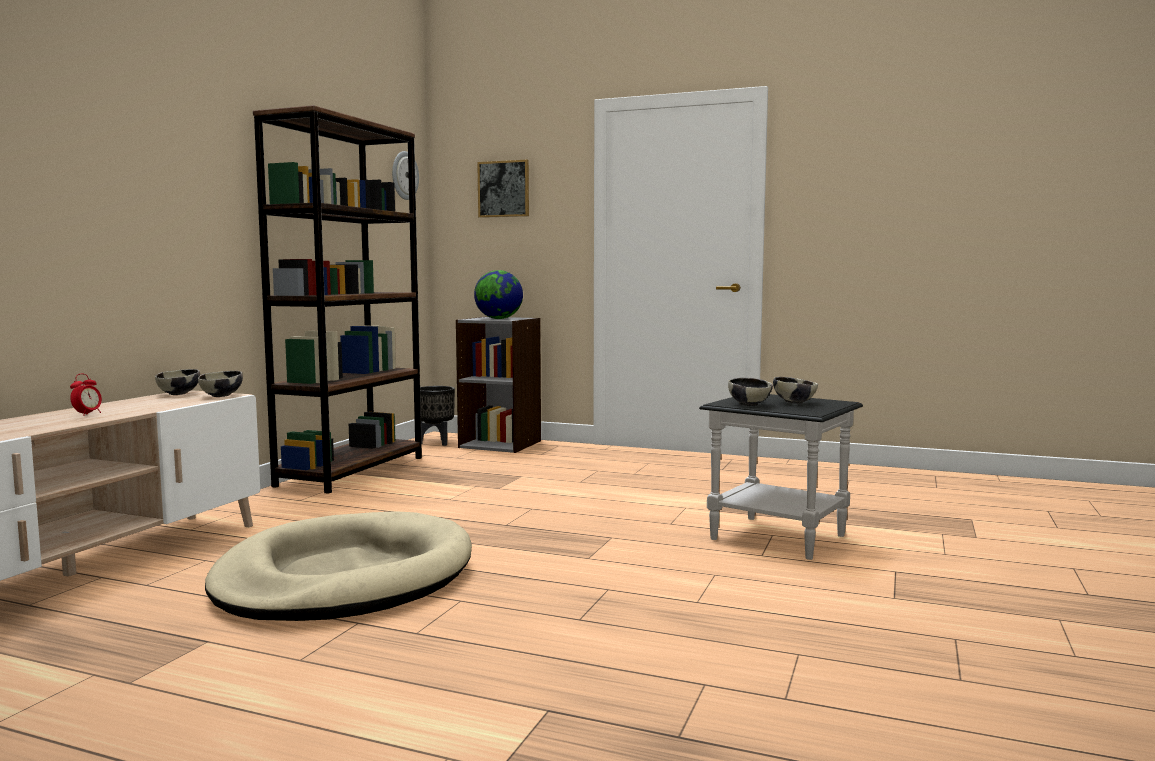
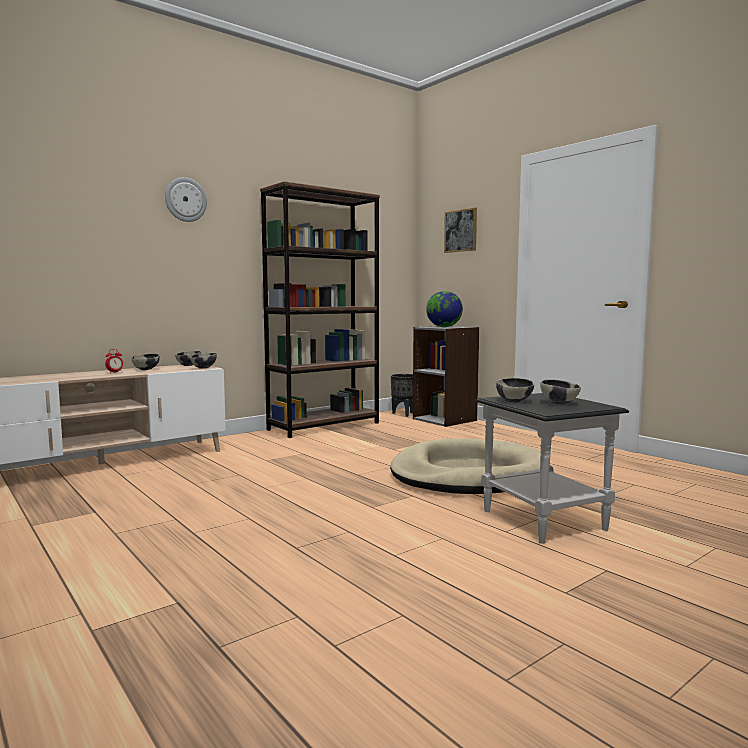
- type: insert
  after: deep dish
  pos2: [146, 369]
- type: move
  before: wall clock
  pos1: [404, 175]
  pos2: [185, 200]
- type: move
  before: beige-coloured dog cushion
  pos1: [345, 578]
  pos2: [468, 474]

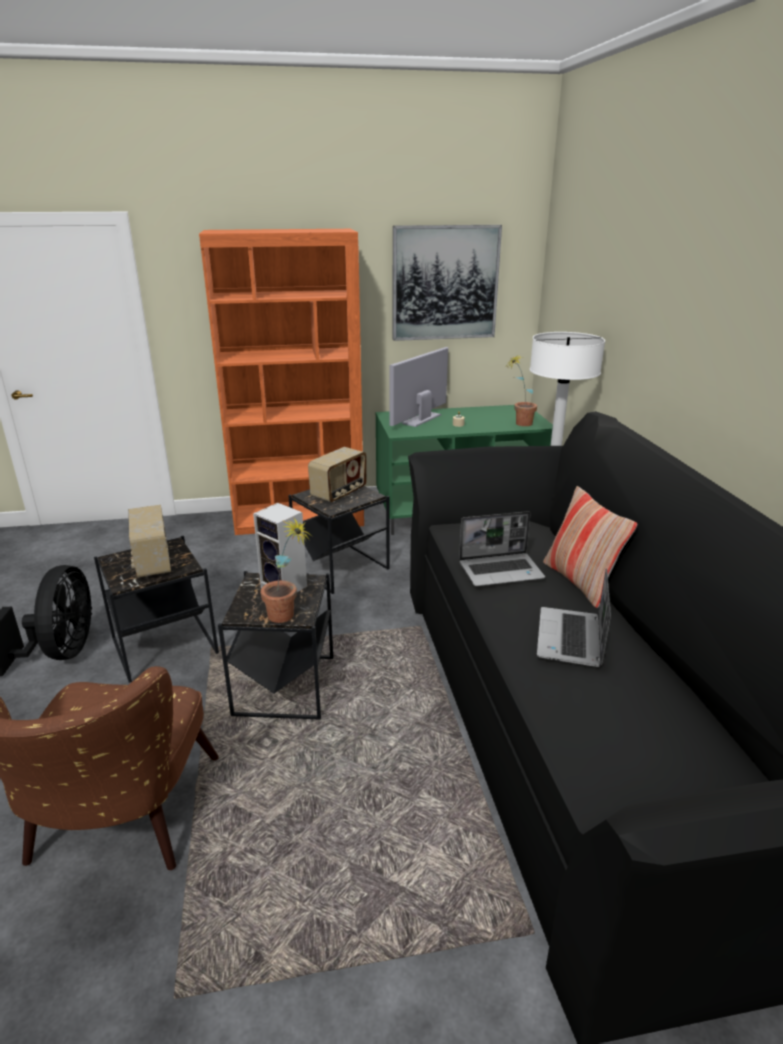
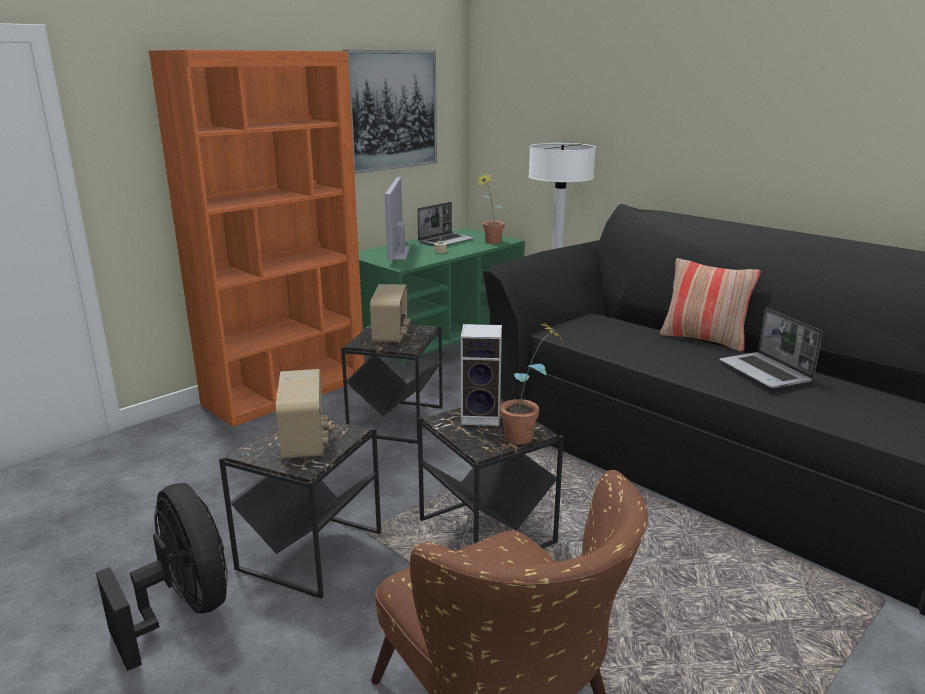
- type: rotate
  before: radio
  pos1: [152, 563]
  pos2: [305, 441]
  turn: -135
- type: move
  before: laptop
  pos1: [501, 571]
  pos2: [446, 241]

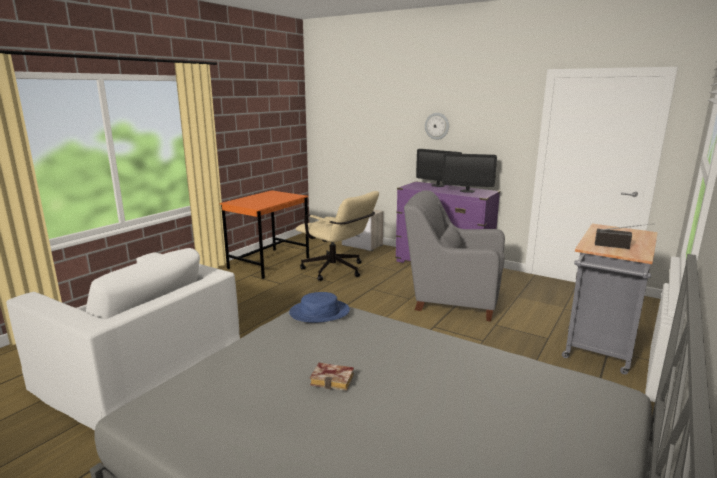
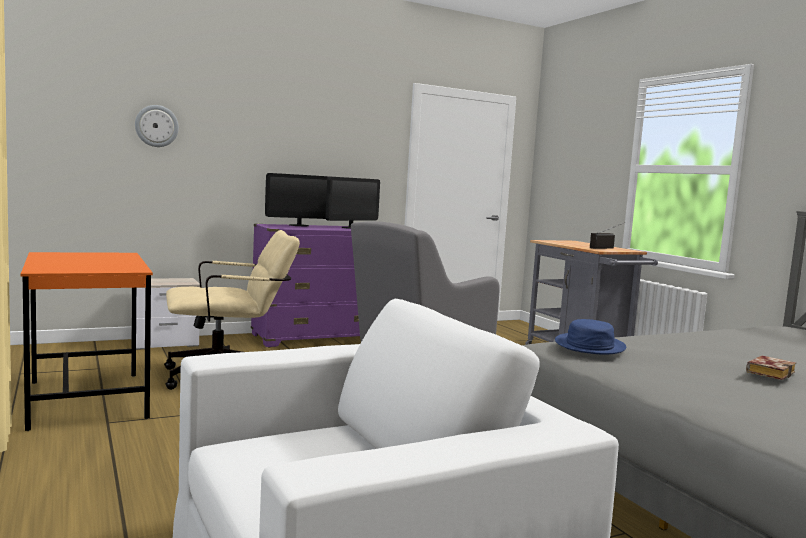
- type: move
  before: wall clock
  pos1: [437, 126]
  pos2: [156, 126]

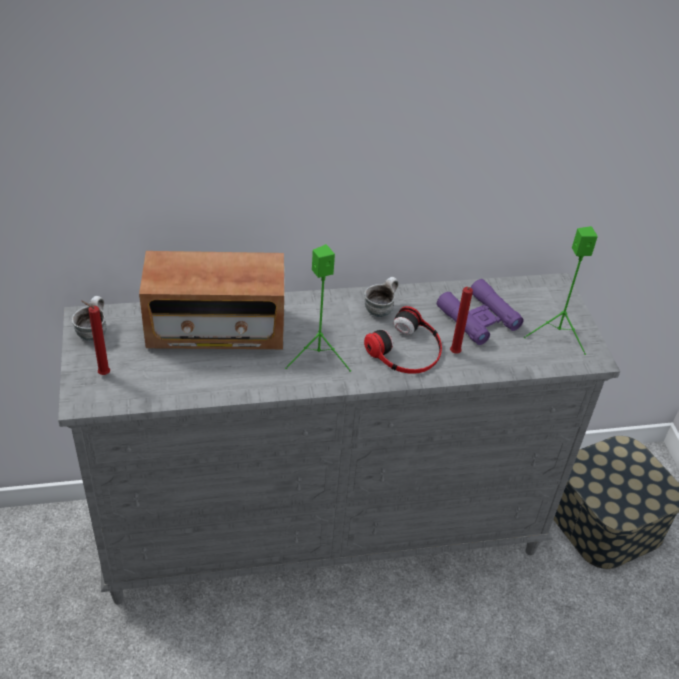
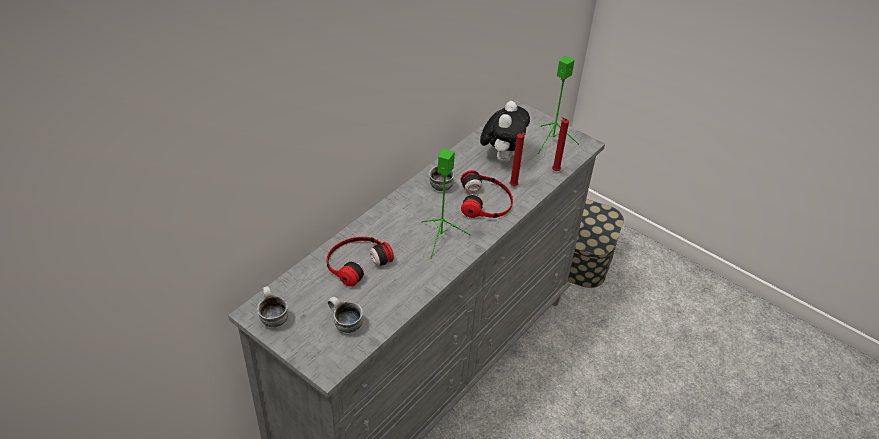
- type: replace
  before: radio
  after: pair of headphones
  pos1: [216, 329]
  pos2: [356, 262]
- type: insert
  after: mug
  pos2: [344, 324]
- type: replace
  before: purple field glasses
  after: plush toy
  pos1: [478, 318]
  pos2: [501, 157]
- type: move
  before: red candle
  pos1: [102, 374]
  pos2: [554, 171]

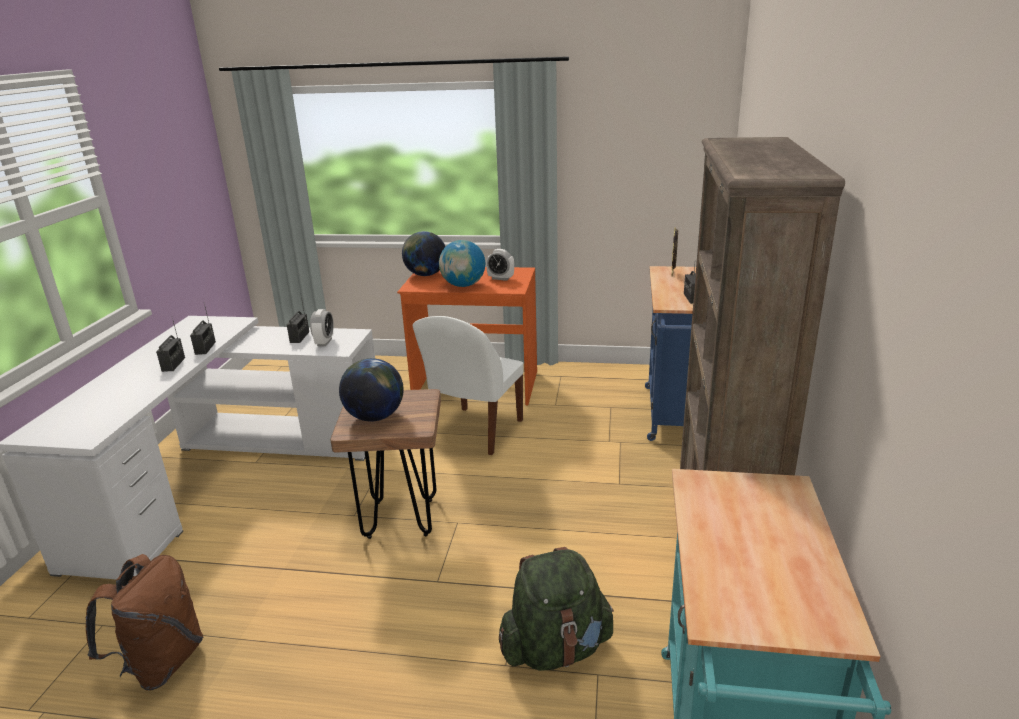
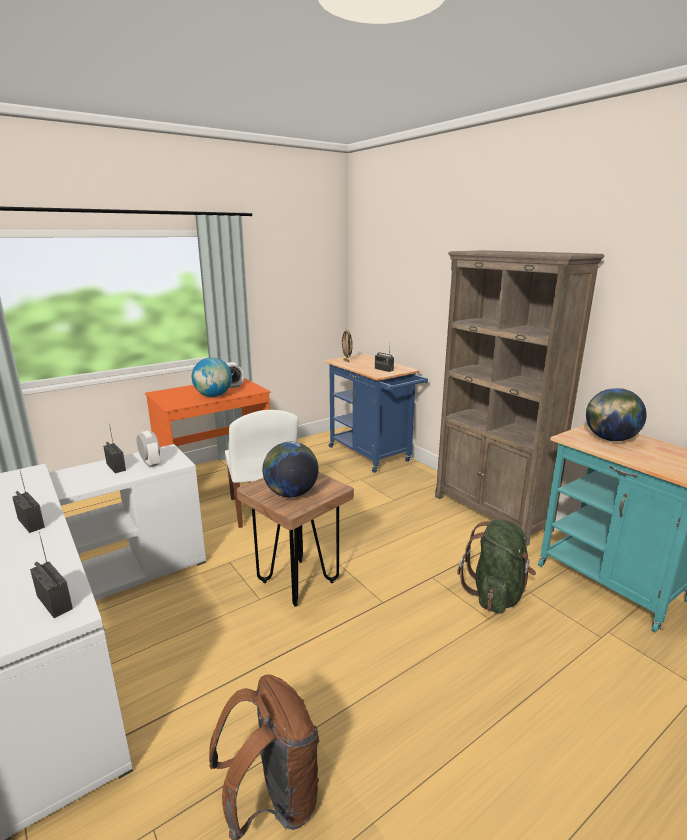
- type: move
  before: radio
  pos1: [205, 348]
  pos2: [55, 602]
- type: move
  before: world globe
  pos1: [425, 275]
  pos2: [610, 439]

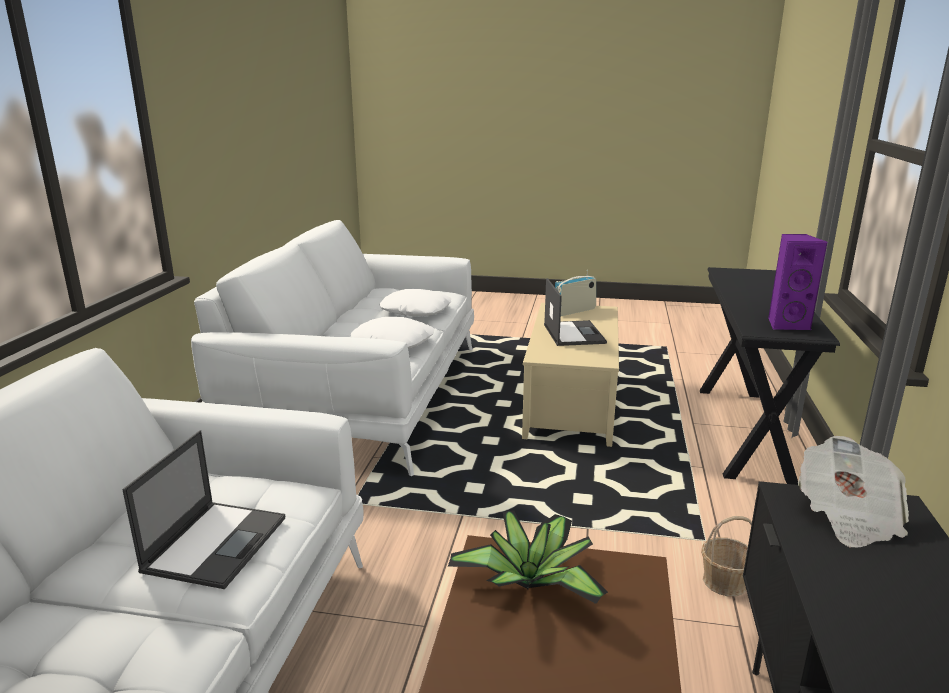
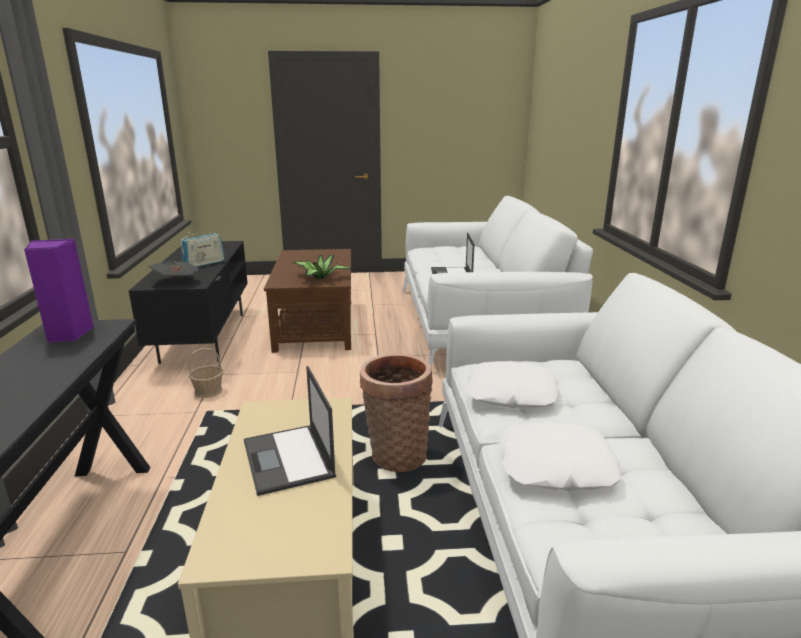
- type: move
  before: radio
  pos1: [574, 311]
  pos2: [204, 264]
- type: insert
  after: basket
  pos2: [395, 455]

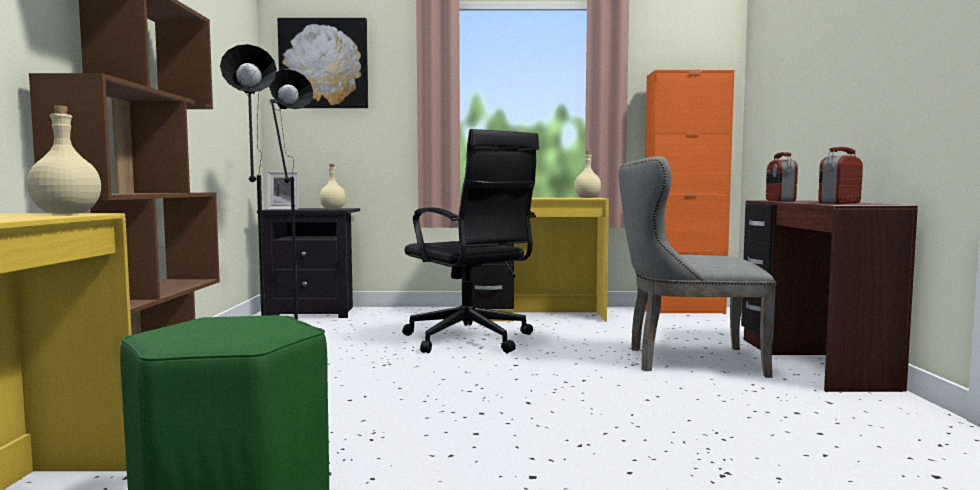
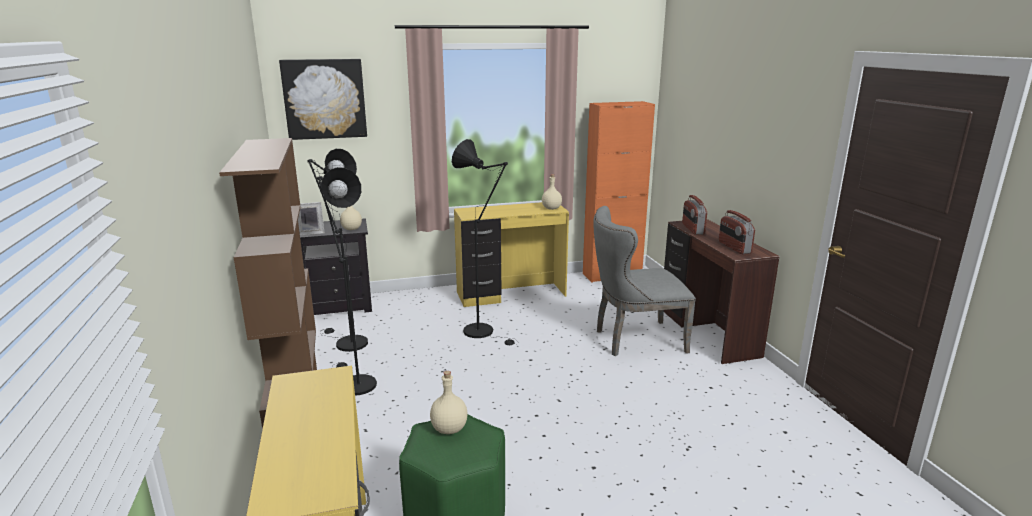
- type: move
  before: beige-coloured drink bottle
  pos1: [67, 213]
  pos2: [450, 429]
- type: replace
  before: black-coloured computer chair
  after: black-coloured standing lamp
  pos1: [470, 340]
  pos2: [483, 332]
- type: rotate
  before: radio
  pos1: [839, 203]
  pos2: [734, 247]
  turn: -45

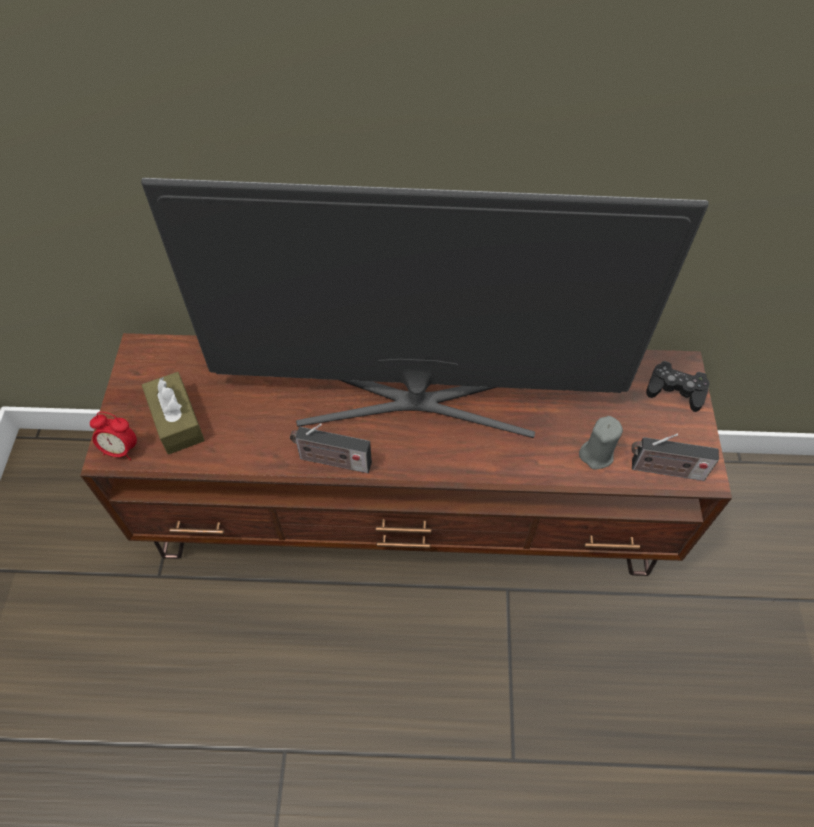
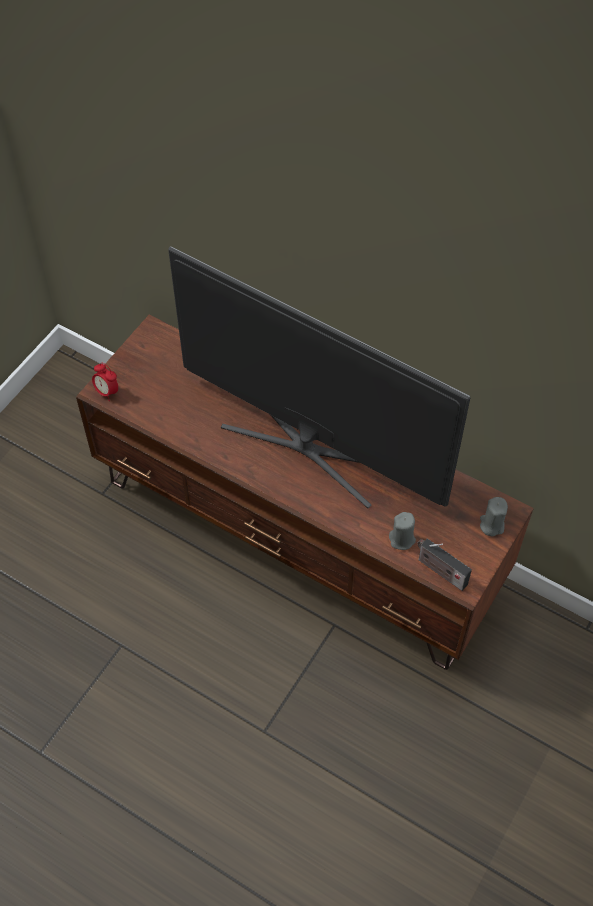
- type: replace
  before: black-coloured game controller
  after: grey candle
  pos1: [675, 390]
  pos2: [491, 525]
- type: delete
  before: brownish tissue box
  pos1: [177, 421]
- type: delete
  before: radio
  pos1: [331, 461]

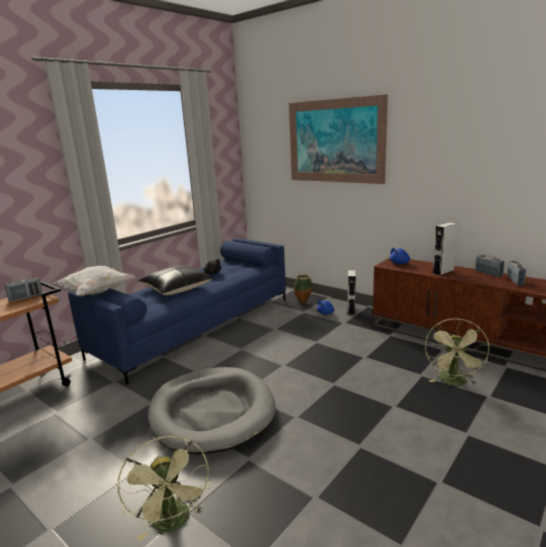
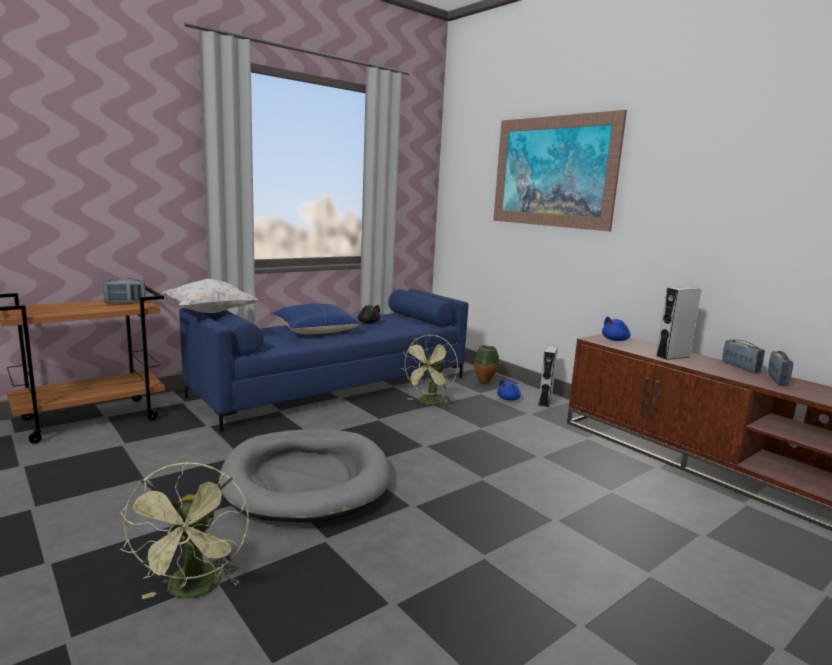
- type: recolor
  before: black-coloured throw pillow
  after: bluish throw pillow
  pos1: [176, 288]
  pos2: [315, 330]
- type: move
  before: green electric fan
  pos1: [454, 382]
  pos2: [430, 403]

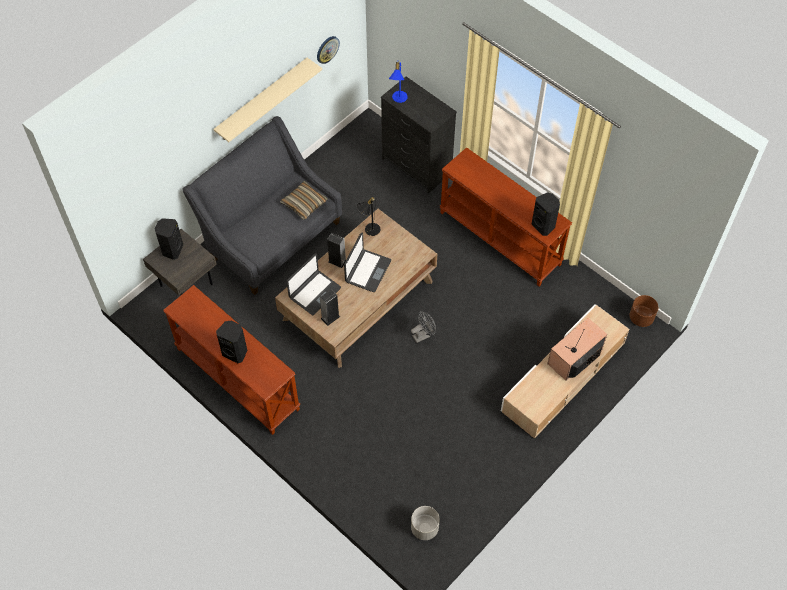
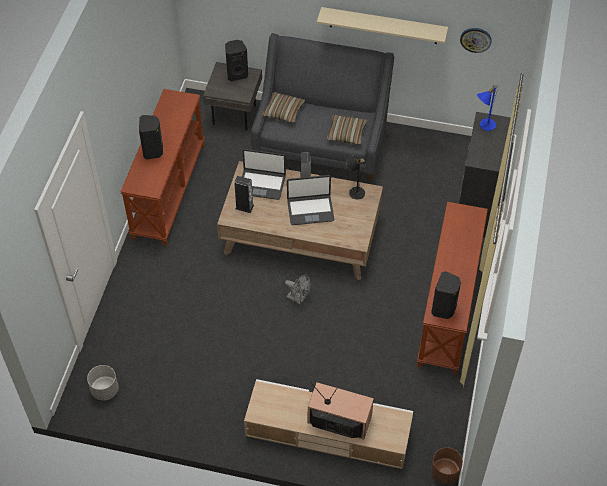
- type: insert
  after: throw pillow
  pos2: [283, 111]

